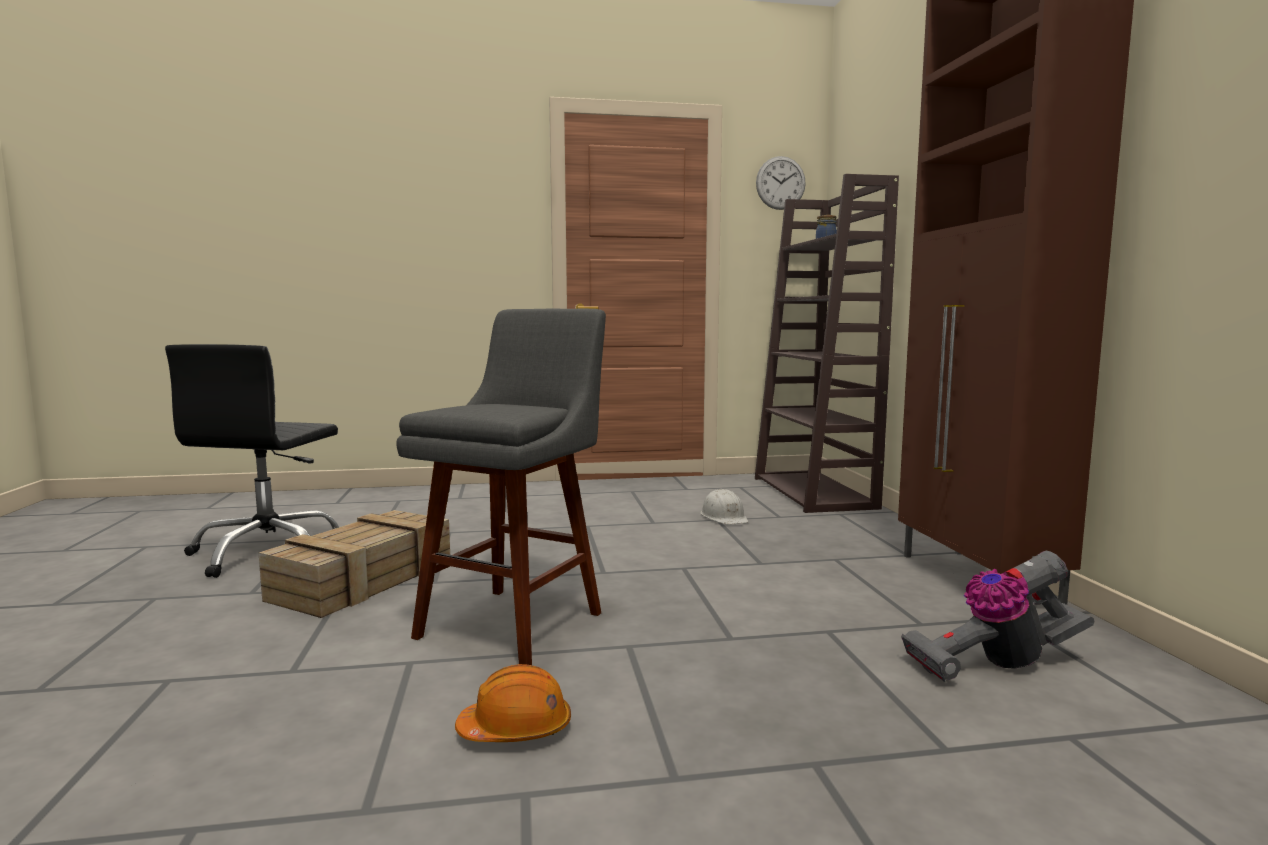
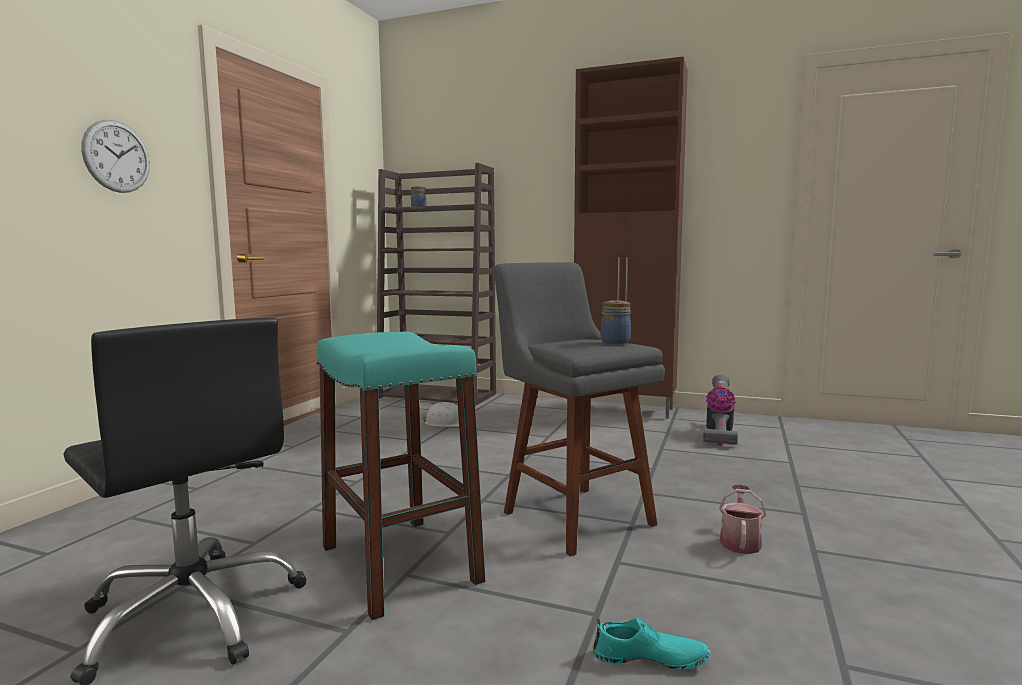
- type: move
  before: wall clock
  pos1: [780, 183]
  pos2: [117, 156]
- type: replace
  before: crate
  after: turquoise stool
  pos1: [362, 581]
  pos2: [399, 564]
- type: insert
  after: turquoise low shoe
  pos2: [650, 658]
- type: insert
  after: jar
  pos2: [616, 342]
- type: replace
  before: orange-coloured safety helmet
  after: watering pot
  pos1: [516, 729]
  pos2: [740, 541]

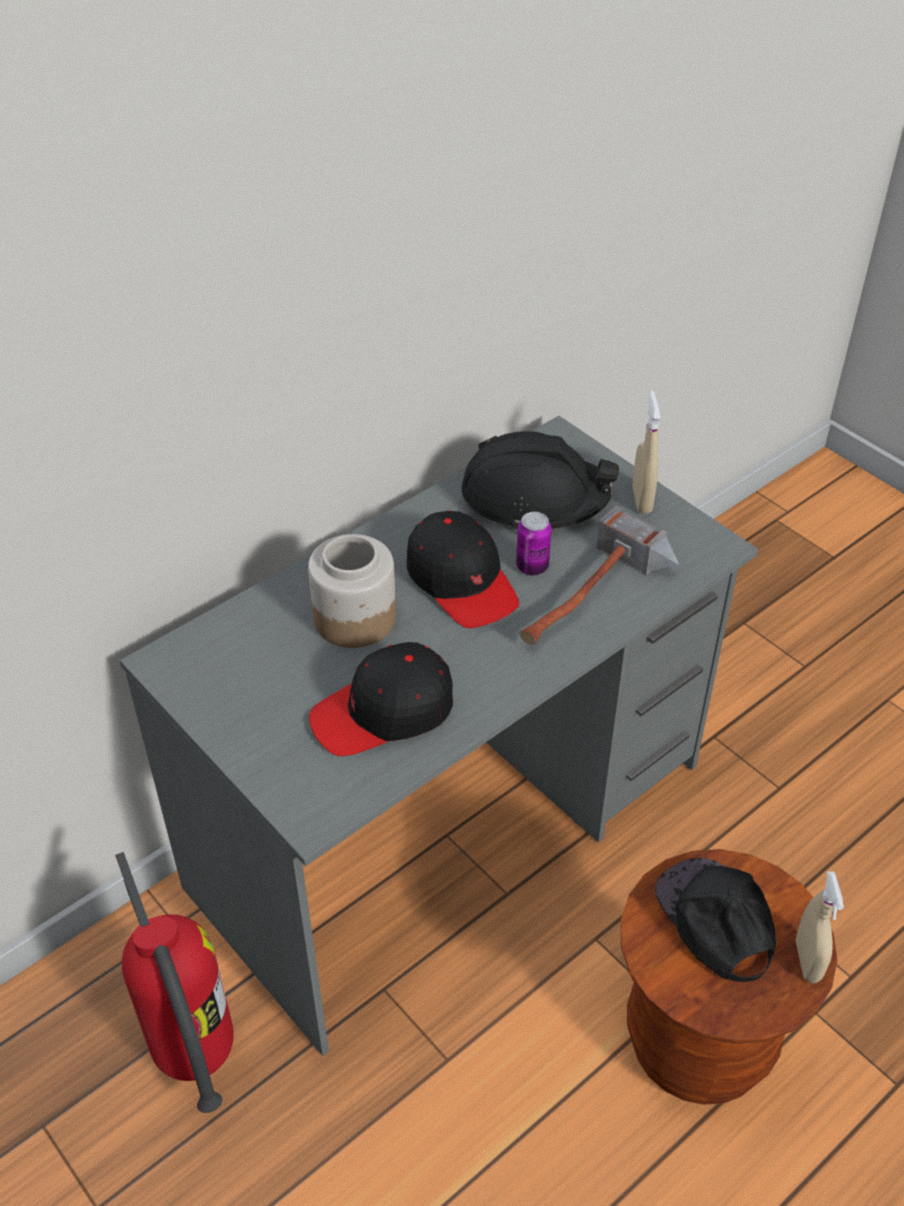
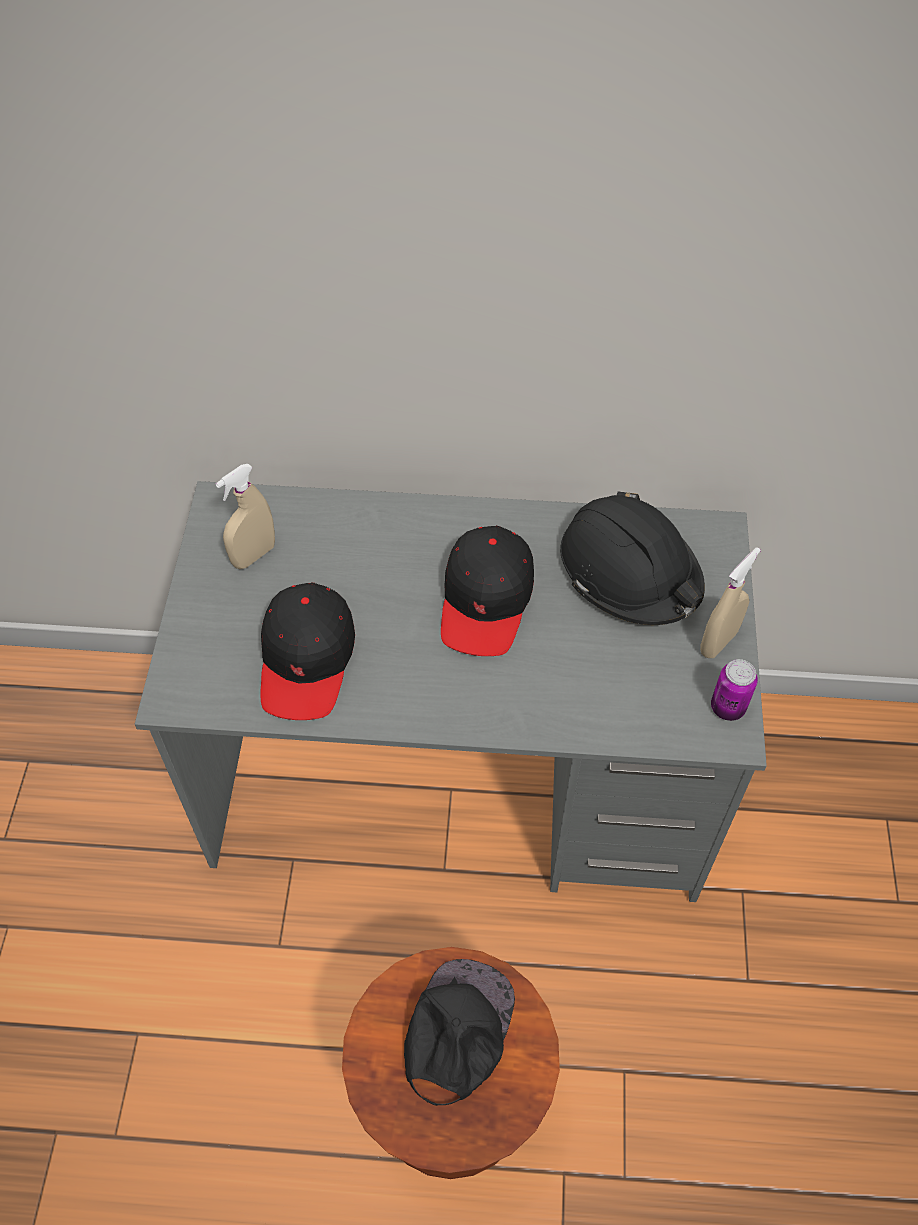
- type: move
  before: beige-coloured sprayer
  pos1: [807, 961]
  pos2: [254, 555]
- type: rotate
  before: black-coloured peaked cap
  pos1: [384, 712]
  pos2: [307, 660]
  turn: -105
- type: move
  before: can
  pos1: [532, 567]
  pos2: [727, 707]
- type: delete
  before: fire-fighting cylinder
  pos1: [193, 1056]
- type: delete
  before: jar
  pos1: [353, 618]
- type: delete
  before: tool hammer
  pos1: [594, 602]

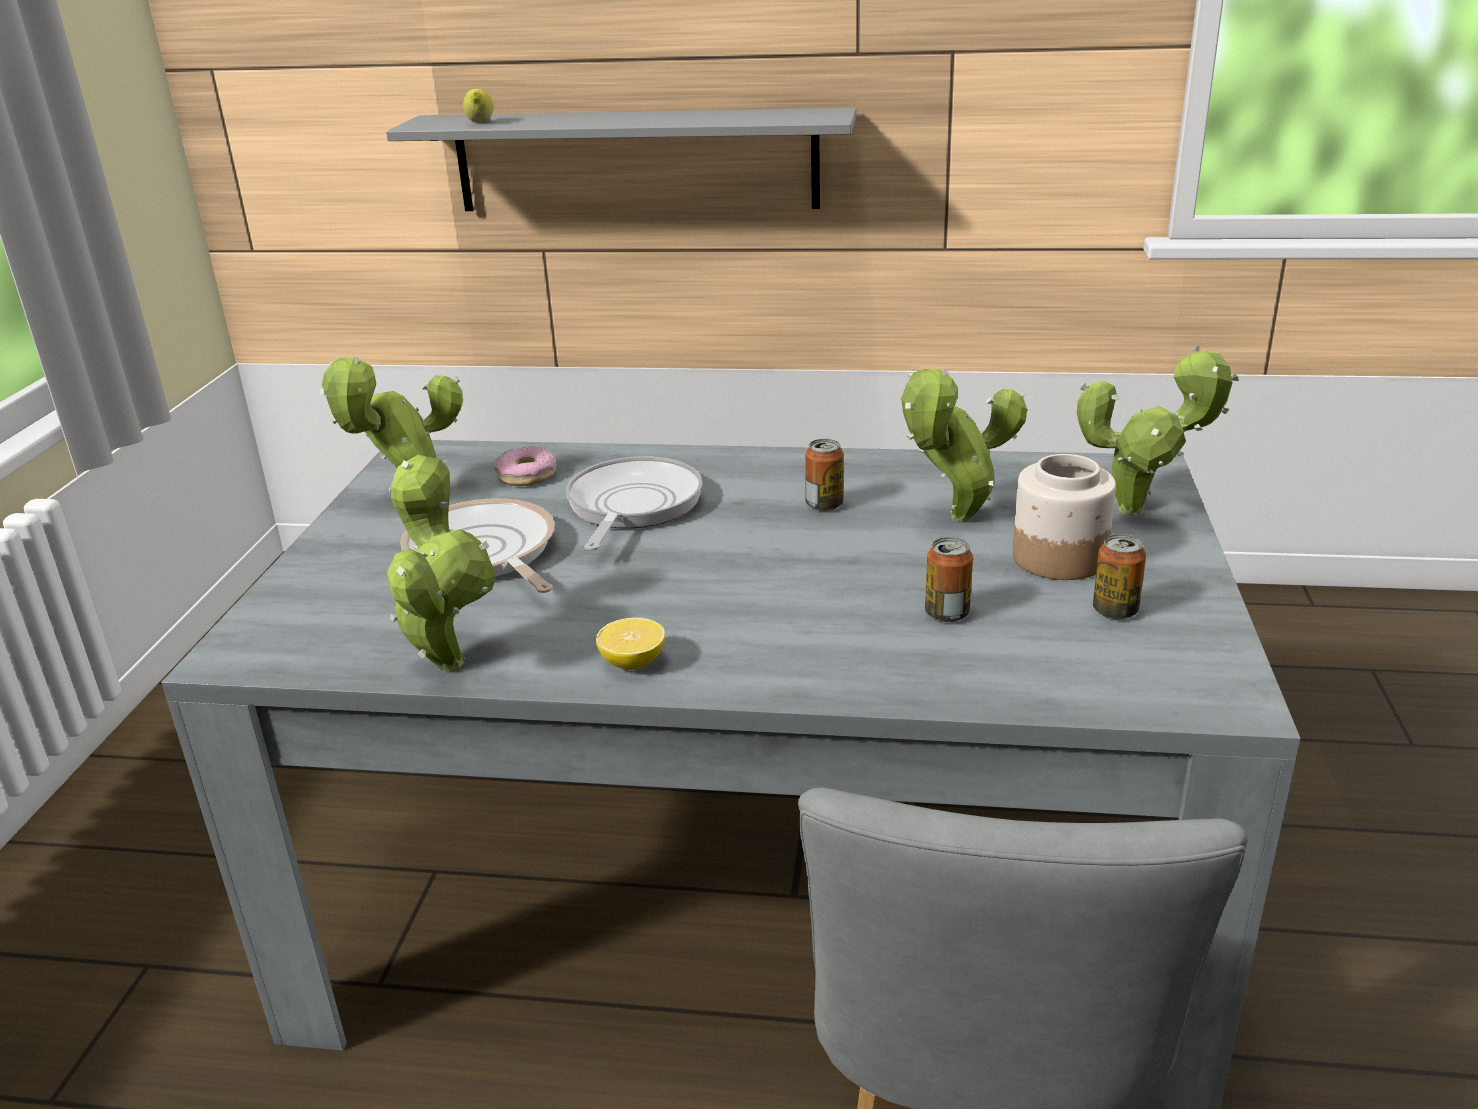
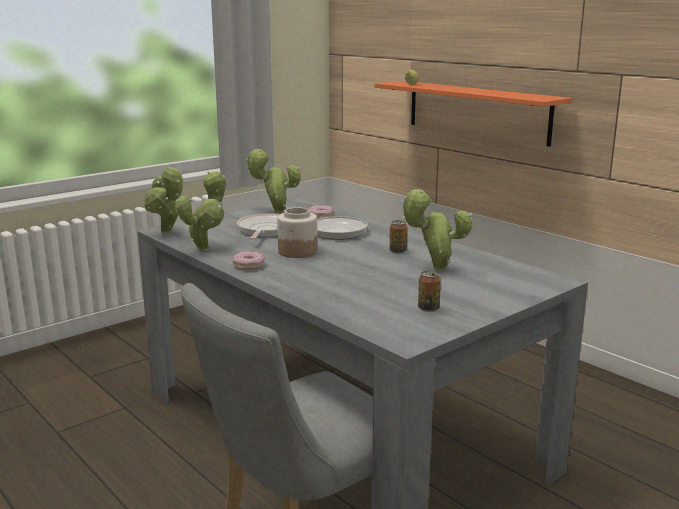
- type: move
  before: plant in a pot
  pos1: [1139, 511]
  pos2: [167, 233]
- type: replace
  before: whole lemon
  after: doughnut
  pos1: [633, 663]
  pos2: [248, 266]
- type: move
  before: jar
  pos1: [1058, 558]
  pos2: [297, 252]
- type: recolor
  before: grey wall shelf
  after: orange-coloured wall shelf
  pos1: [635, 161]
  pos2: [476, 111]
- type: delete
  before: can
  pos1: [947, 613]

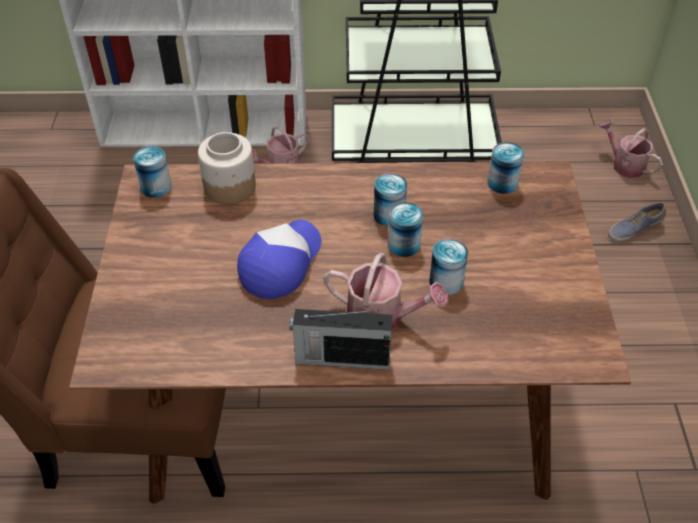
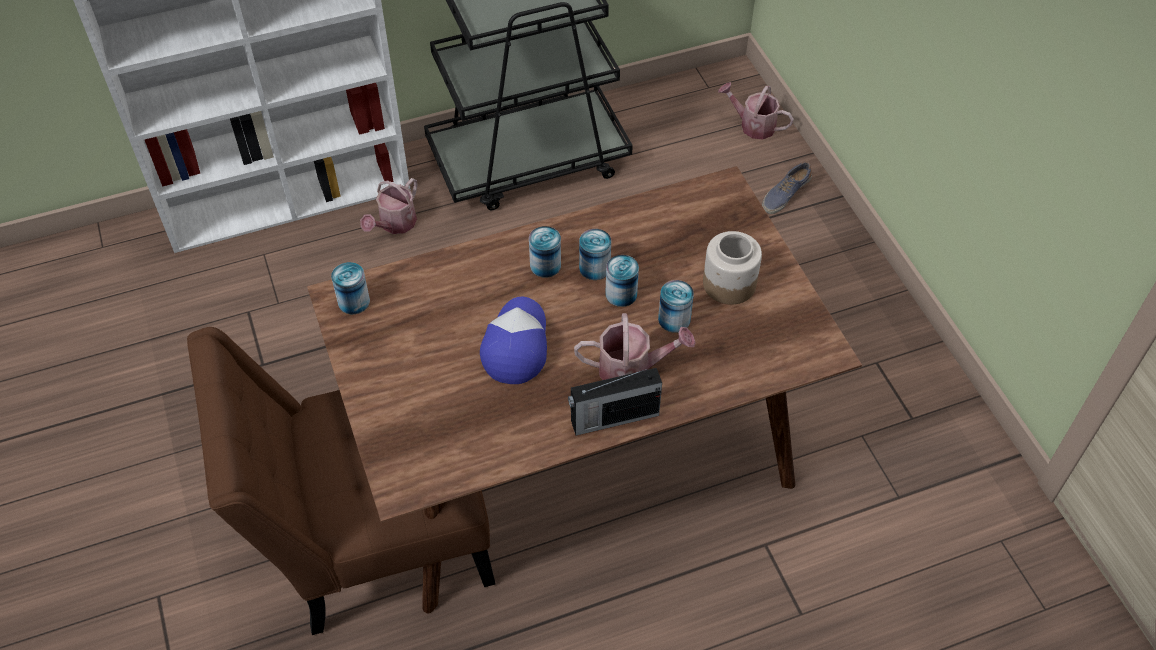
- type: move
  before: can
  pos1: [502, 183]
  pos2: [545, 265]
- type: move
  before: jar
  pos1: [229, 187]
  pos2: [728, 284]

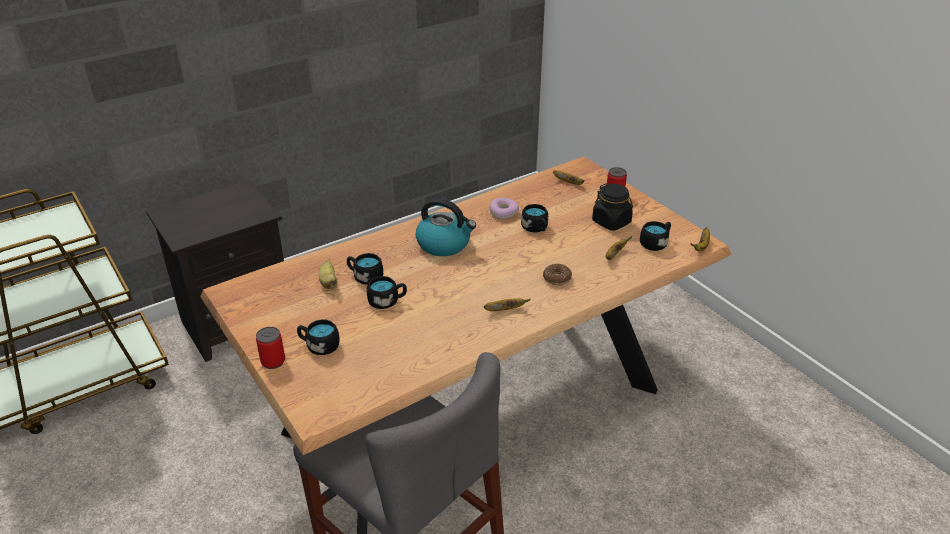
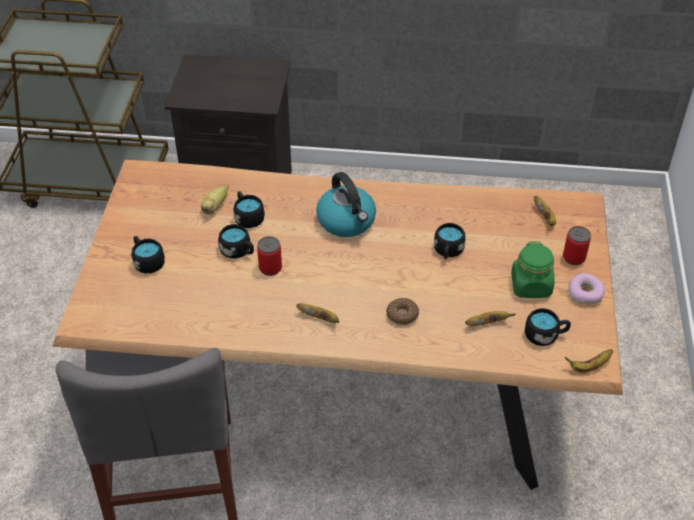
- type: move
  before: can
  pos1: [273, 361]
  pos2: [270, 268]
- type: recolor
  before: black-coloured jar
  after: green jar
  pos1: [611, 222]
  pos2: [531, 286]
- type: move
  before: doughnut
  pos1: [503, 212]
  pos2: [585, 293]

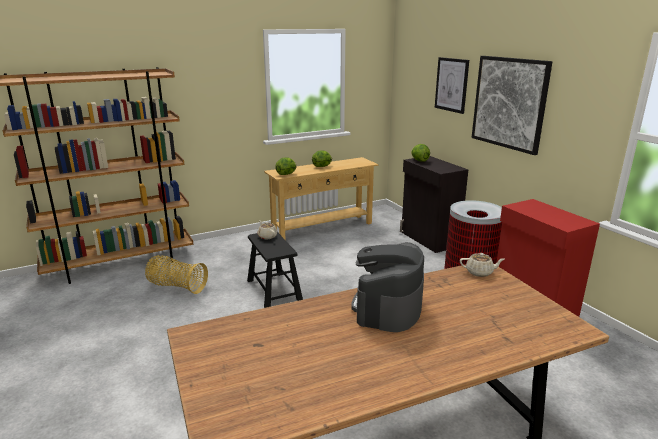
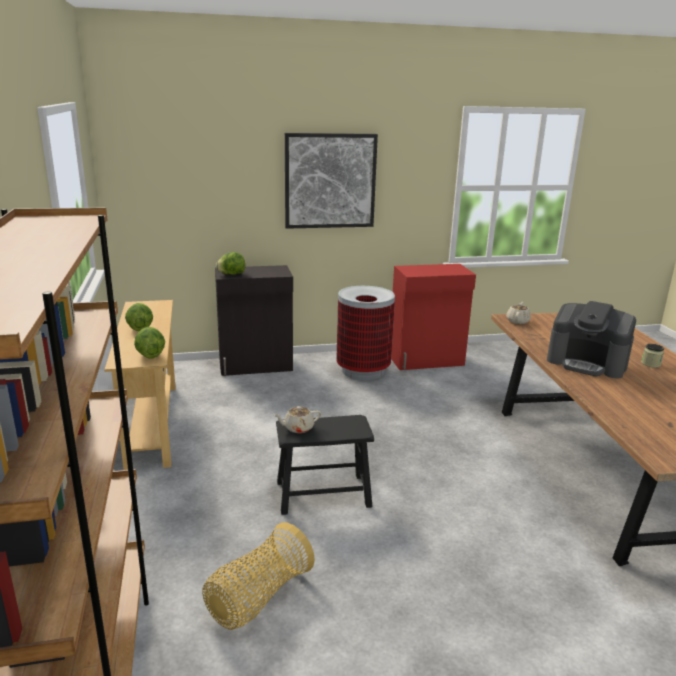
- type: insert
  after: jar
  pos2: [650, 364]
- type: delete
  before: picture
  pos1: [451, 85]

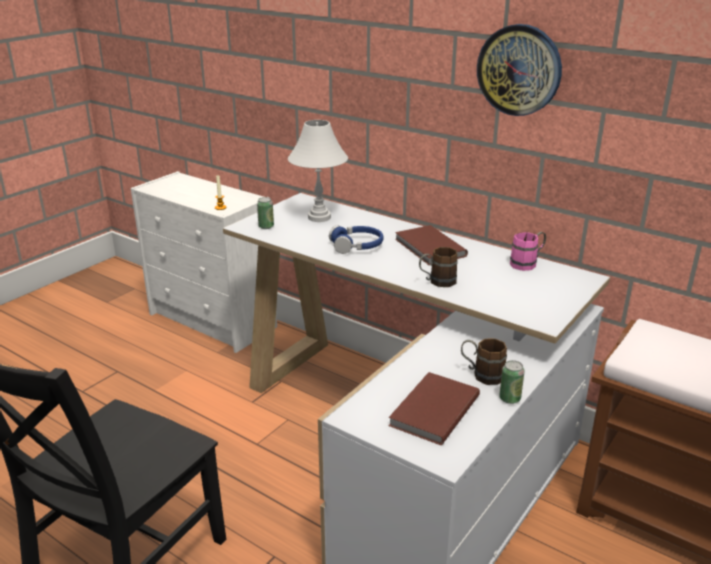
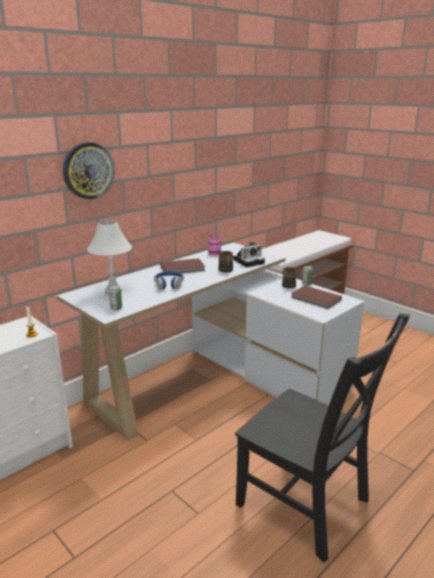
- type: move
  before: wall clock
  pos1: [519, 70]
  pos2: [88, 171]
- type: insert
  after: photo camera
  pos2: [249, 261]

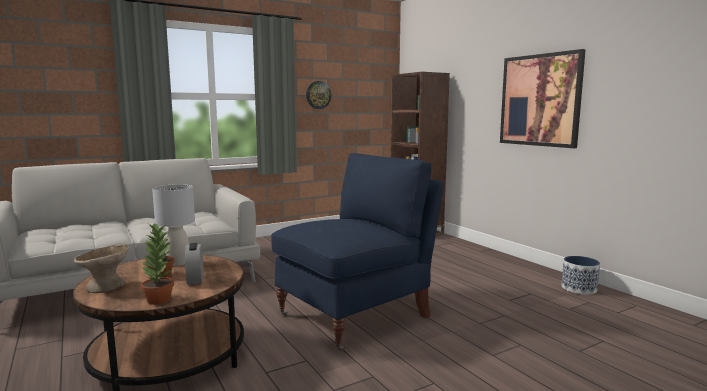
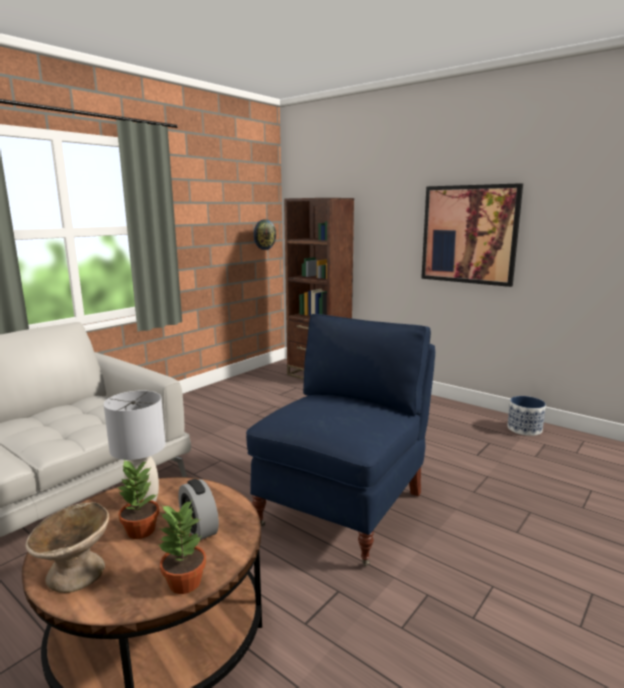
- type: move
  before: wall clock
  pos1: [318, 95]
  pos2: [264, 234]

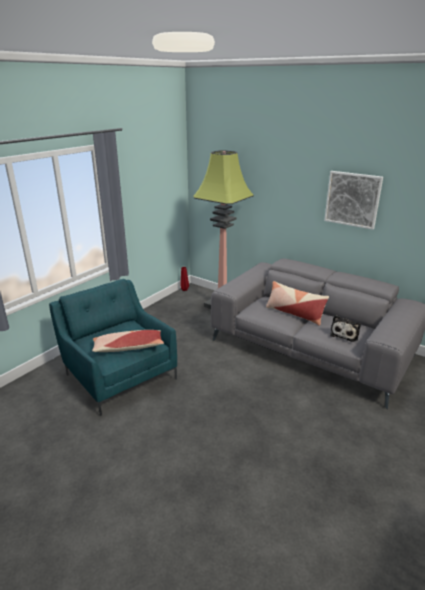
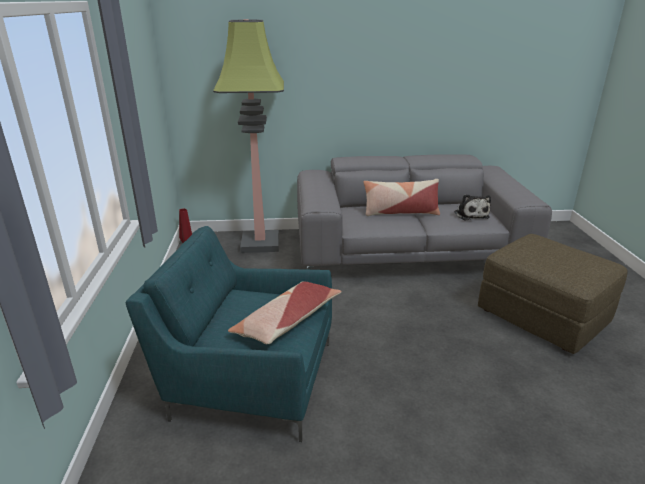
- type: insert
  after: brownish footrest
  pos2: [543, 316]
- type: delete
  before: picture
  pos1: [352, 199]

